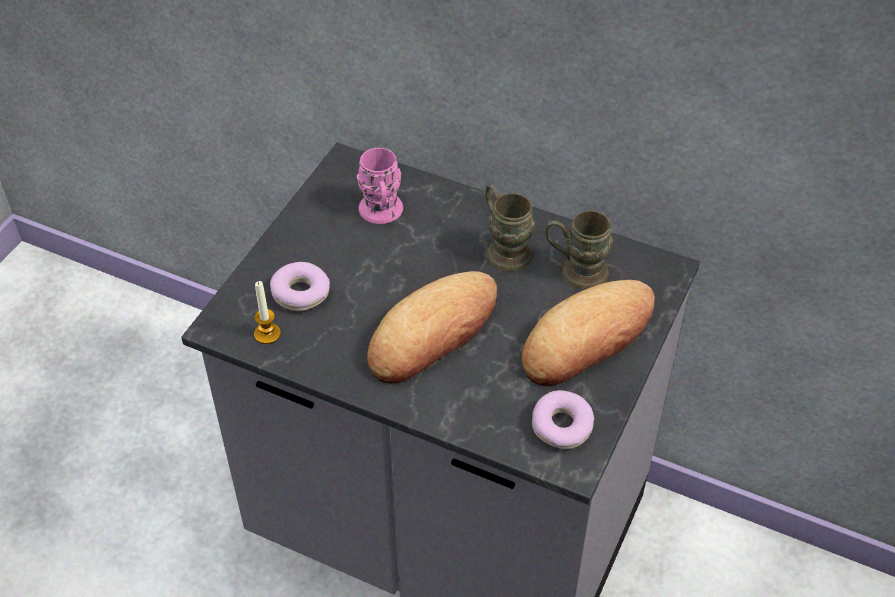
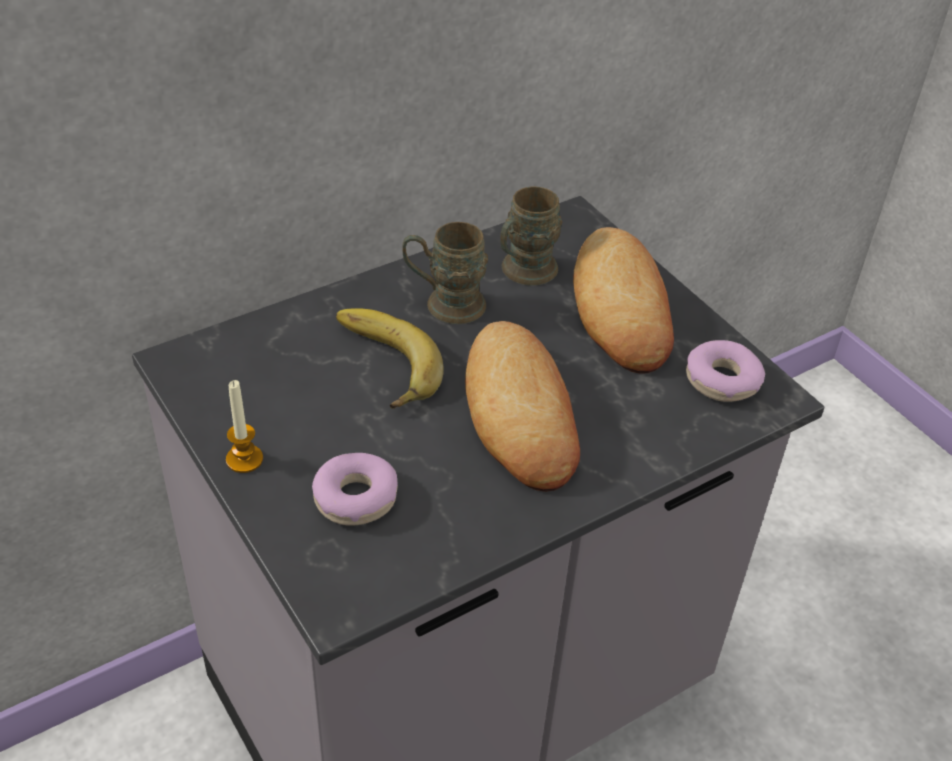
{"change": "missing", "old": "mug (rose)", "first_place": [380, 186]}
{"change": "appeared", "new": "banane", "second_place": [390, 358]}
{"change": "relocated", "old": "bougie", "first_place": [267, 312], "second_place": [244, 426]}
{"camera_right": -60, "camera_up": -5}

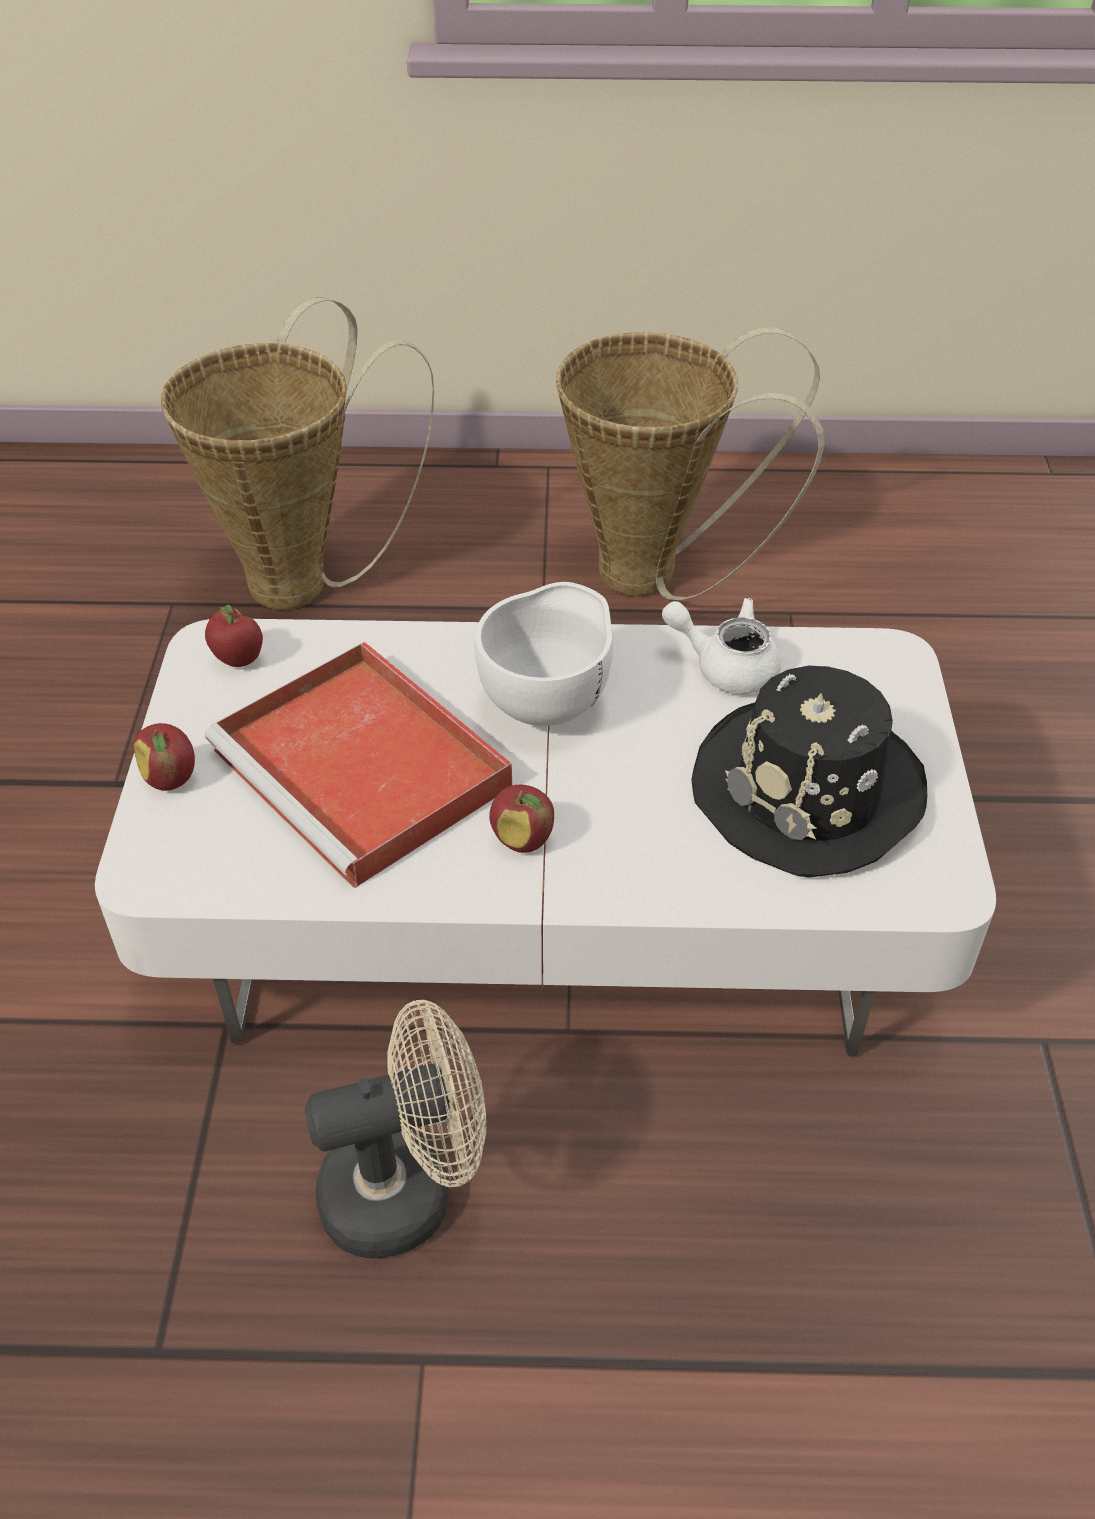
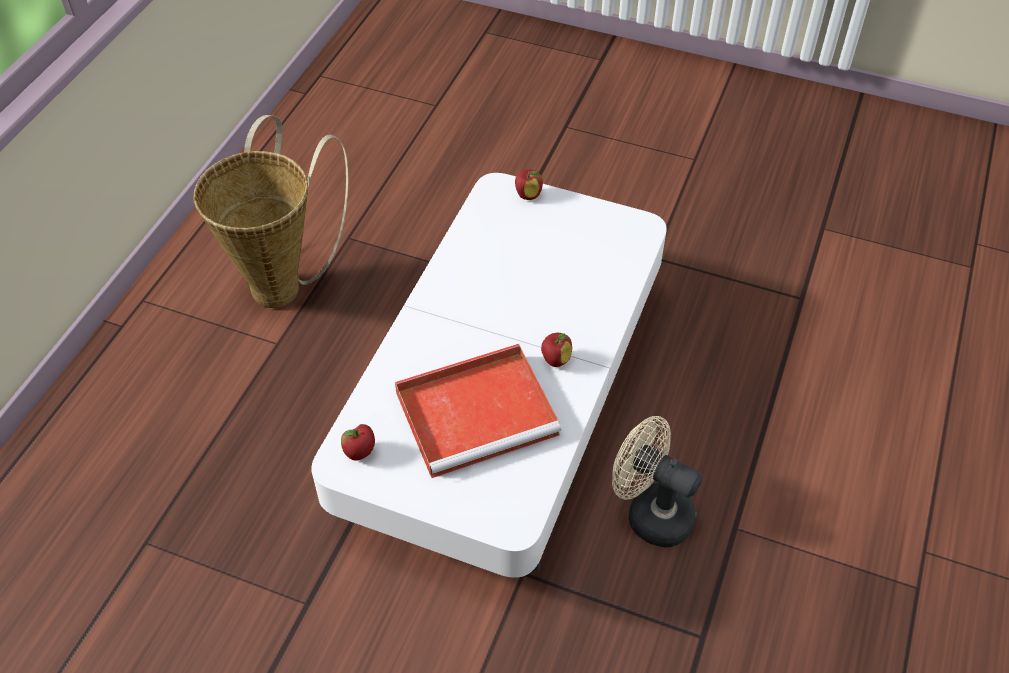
{"change": "missing", "old": "panier", "first_place": [297, 453]}
{"change": "missing", "old": "bol (blanc)", "first_place": [544, 654]}
{"change": "missing", "old": "théière (blanc)", "first_place": [721, 646]}
{"change": "missing", "old": "chapeau (noir)", "first_place": [809, 771]}
{"change": "relocated", "old": "pomme", "first_place": [164, 757], "second_place": [529, 184]}
{"change": "spun", "old": "ventilateur (beige)", "first_place": [396, 1129], "second_place": [657, 481], "degrees": -60}
{"camera_right": -70, "camera_up": 5}

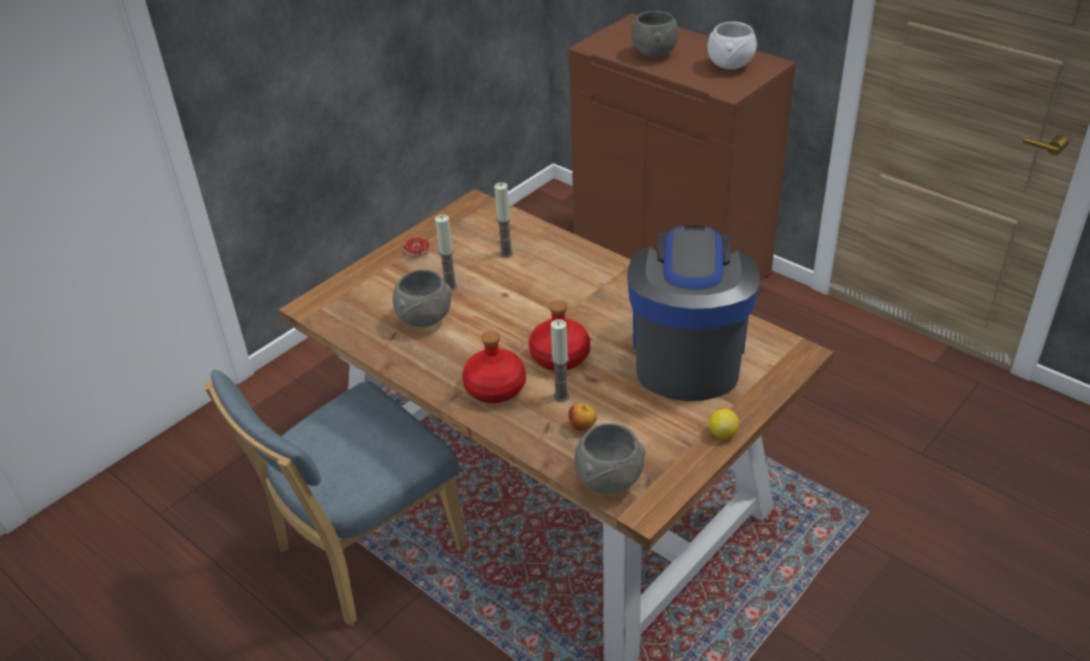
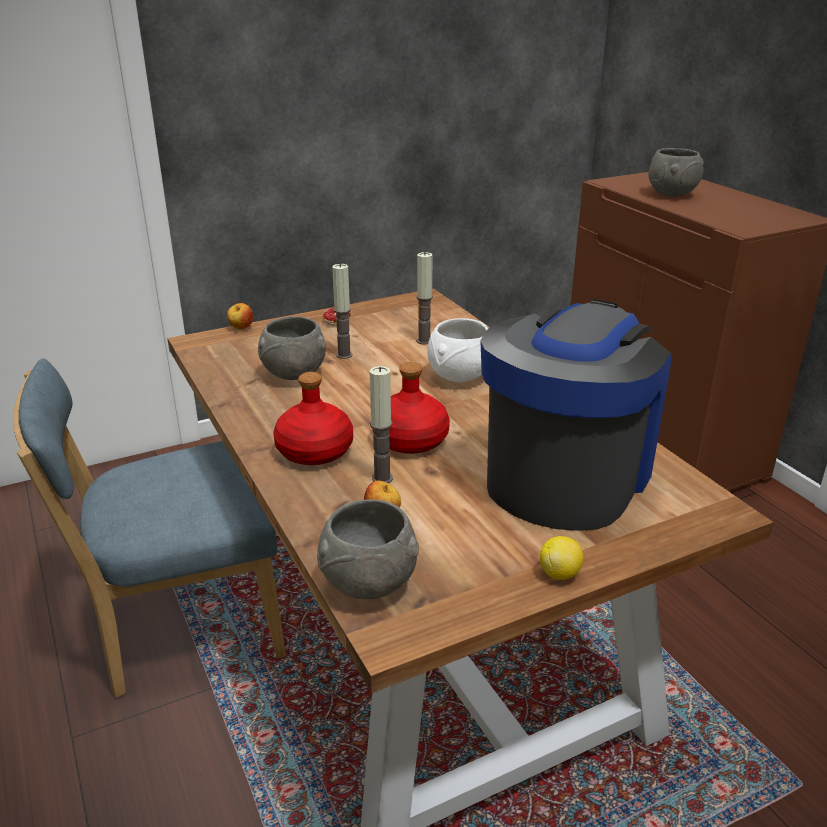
{"change": "appeared", "new": "pomme", "second_place": [240, 316]}
{"change": "relocated", "old": "bol (blanc)", "first_place": [732, 45], "second_place": [457, 350]}
{"camera_right": 20, "camera_up": -10}

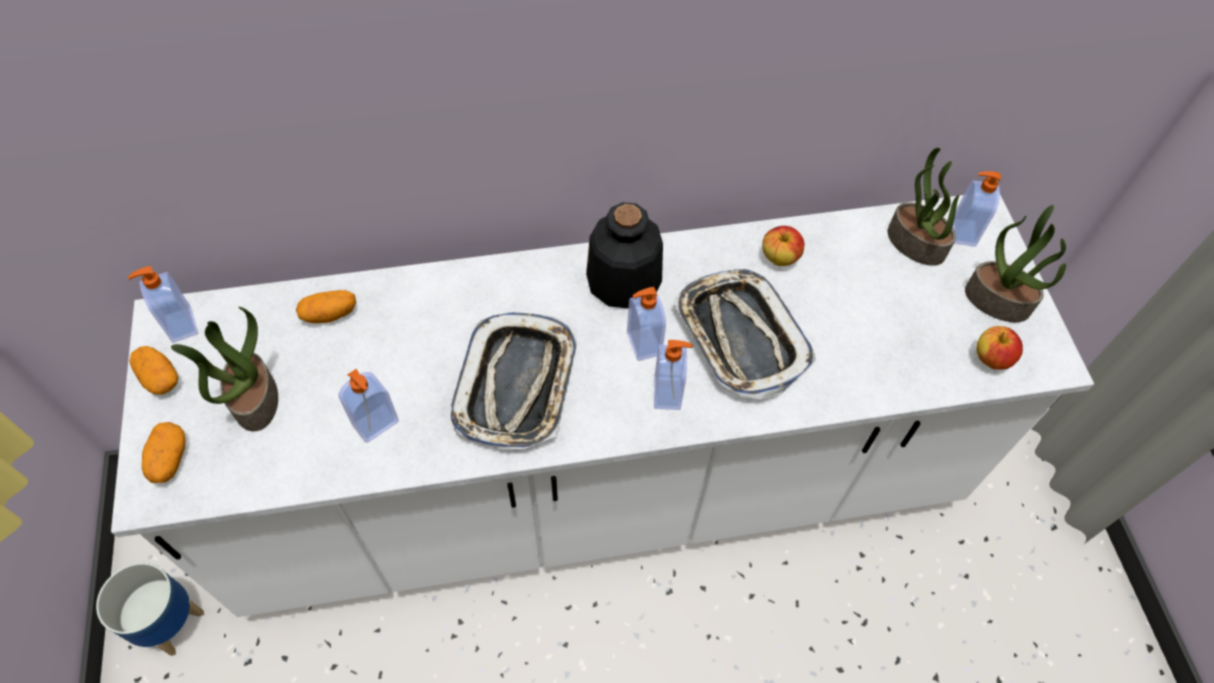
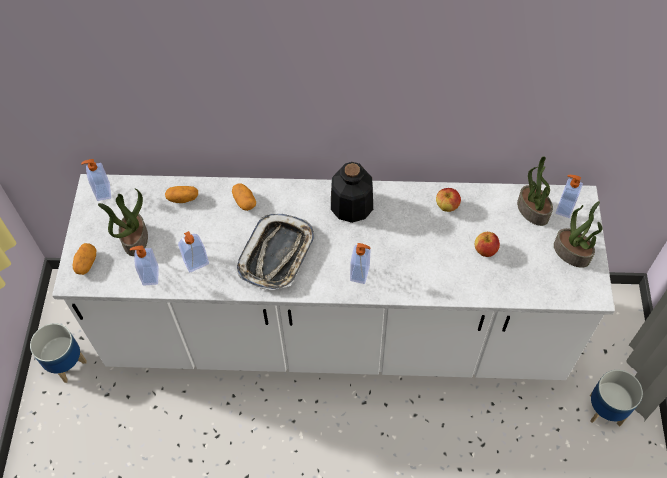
{"change": "missing", "old": "plateau", "first_place": [744, 334]}
{"change": "appeared", "new": "cache-pot", "second_place": [616, 398]}
{"change": "relocated", "old": "pomme de terre", "first_place": [154, 370], "second_place": [244, 197]}
{"change": "relocated", "old": "distributeur de savon", "first_place": [646, 324], "second_place": [144, 266]}
{"change": "relocated", "old": "pomme", "first_place": [999, 348], "second_place": [487, 244]}
{"camera_right": 15, "camera_up": 0}

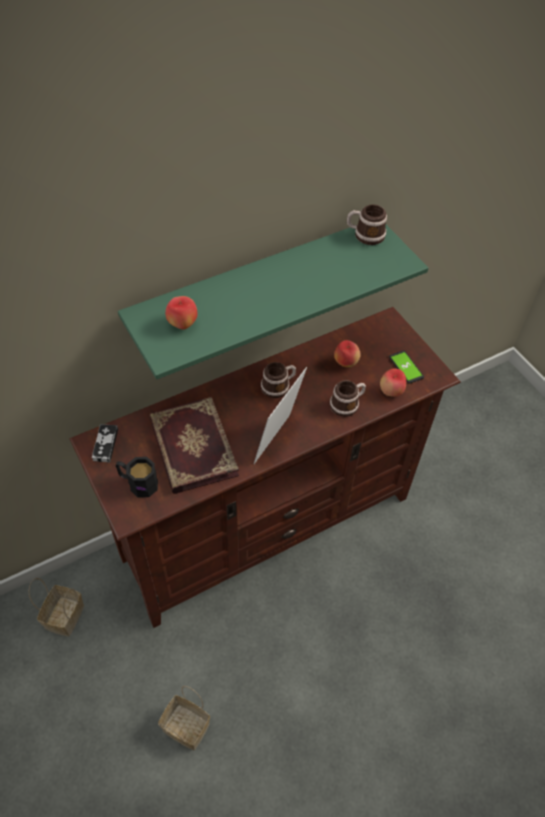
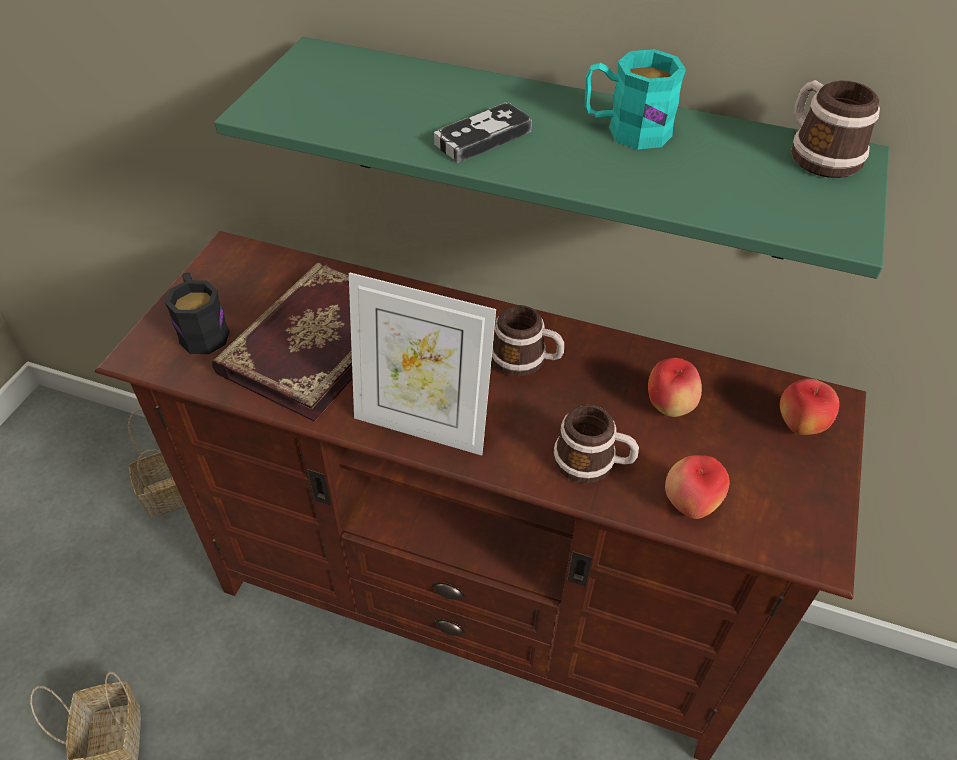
{"change": "missing", "old": "téléphone", "first_place": [406, 367]}
{"change": "appeared", "new": "mug (turquoise)", "second_place": [635, 99]}
{"change": "relocated", "old": "manette", "first_place": [105, 443], "second_place": [483, 132]}
{"change": "relocated", "old": "pomme", "first_place": [181, 313], "second_place": [809, 407]}
{"change": "spun", "old": "cadre photo", "first_place": [280, 415], "second_place": [422, 364], "degrees": -150}
{"camera_right": 50, "camera_up": -5}

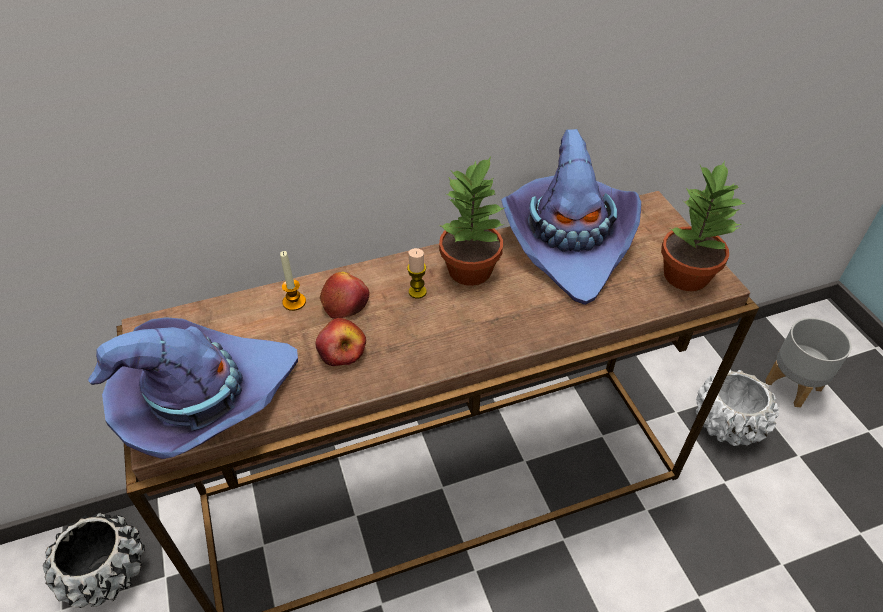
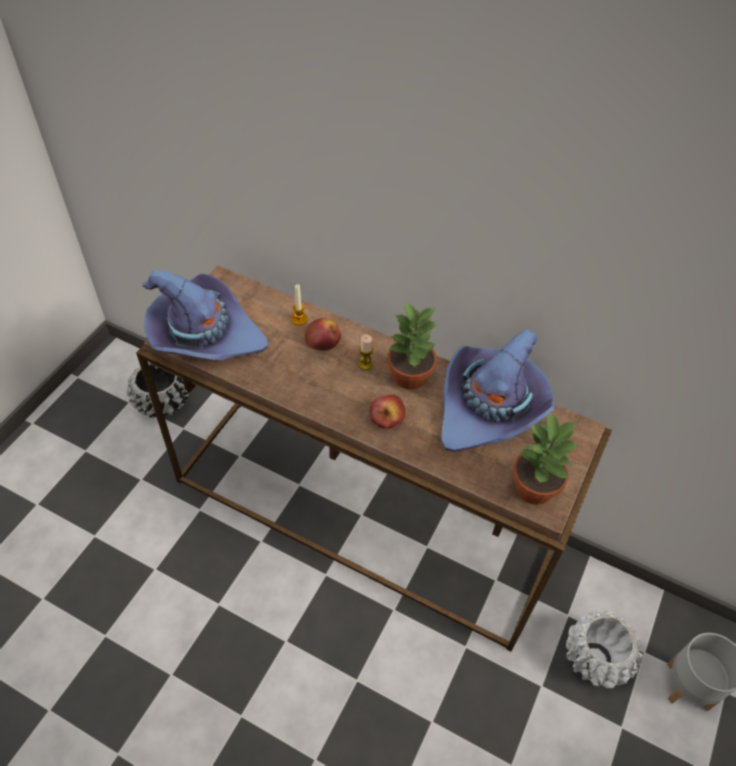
{"change": "relocated", "old": "pomme", "first_place": [340, 342], "second_place": [388, 411]}
{"camera_right": 45, "camera_up": 5}

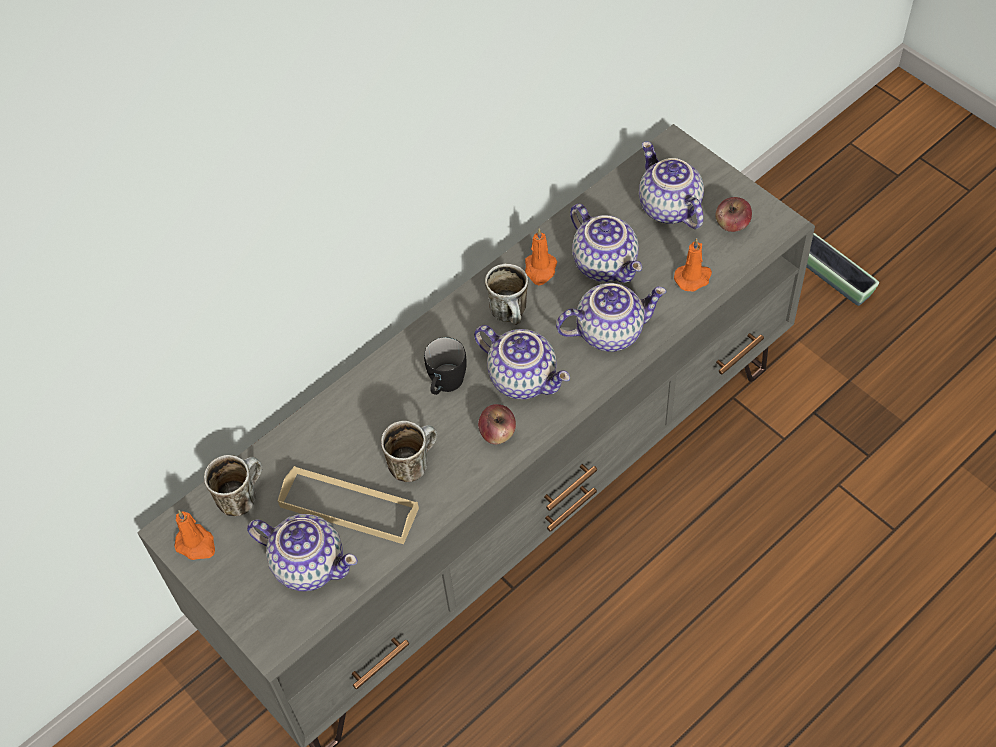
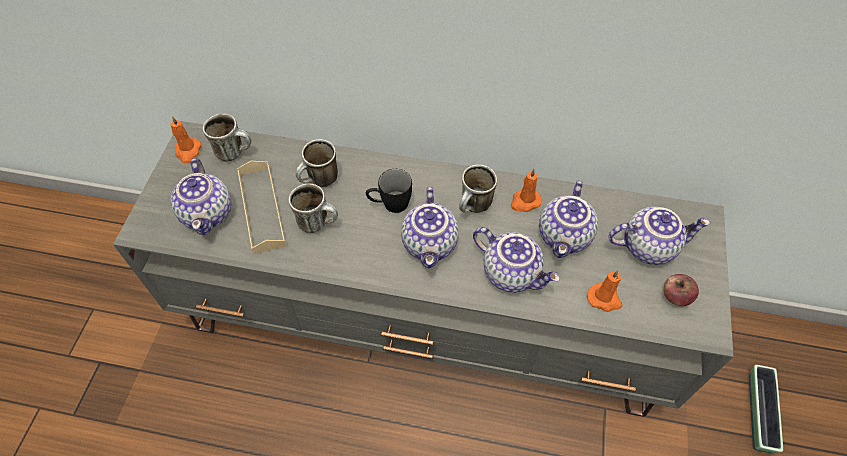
{"change": "missing", "old": "pomme", "first_place": [497, 424]}
{"change": "appeared", "new": "mug", "second_place": [317, 163]}
{"change": "spun", "old": "théière", "first_place": [671, 185], "second_place": [659, 236], "degrees": 60}
{"camera_right": 50, "camera_up": 0}

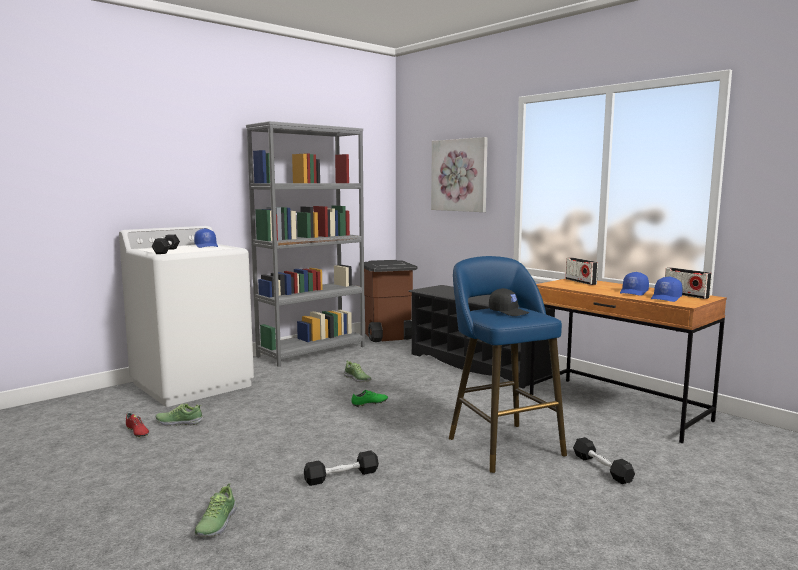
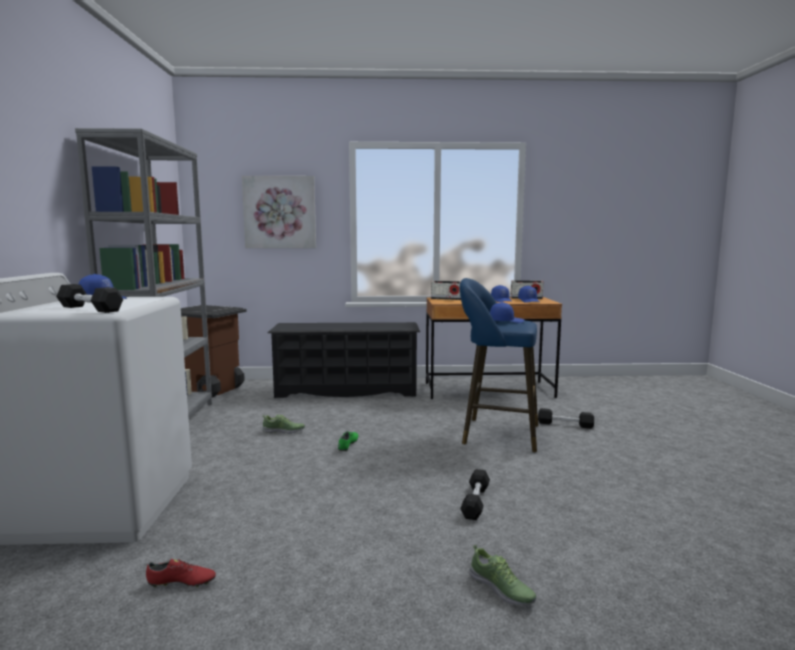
{"change": "missing", "old": "chaussure", "first_place": [179, 414]}
{"change": "colour", "old": "casquette (noir)", "new": "casquette (bleu)", "first_place": [509, 302], "second_place": [507, 312]}
{"camera_right": -50, "camera_up": 0}

